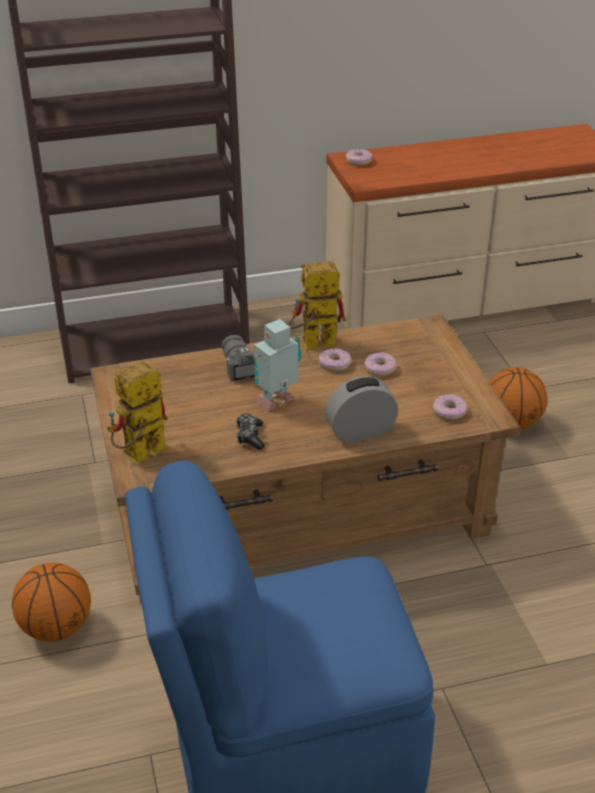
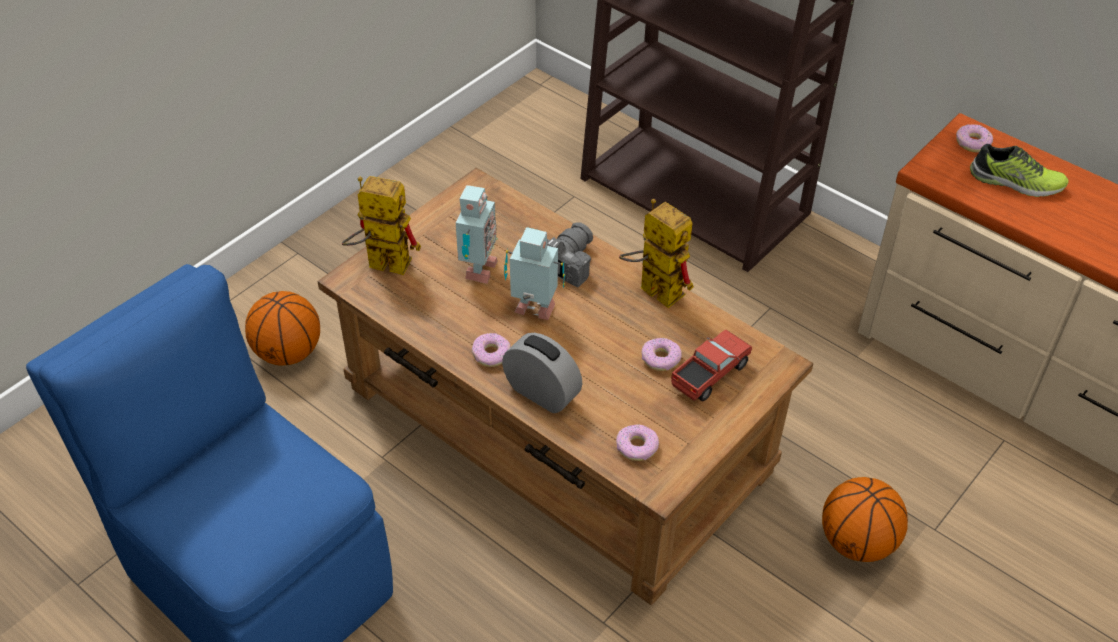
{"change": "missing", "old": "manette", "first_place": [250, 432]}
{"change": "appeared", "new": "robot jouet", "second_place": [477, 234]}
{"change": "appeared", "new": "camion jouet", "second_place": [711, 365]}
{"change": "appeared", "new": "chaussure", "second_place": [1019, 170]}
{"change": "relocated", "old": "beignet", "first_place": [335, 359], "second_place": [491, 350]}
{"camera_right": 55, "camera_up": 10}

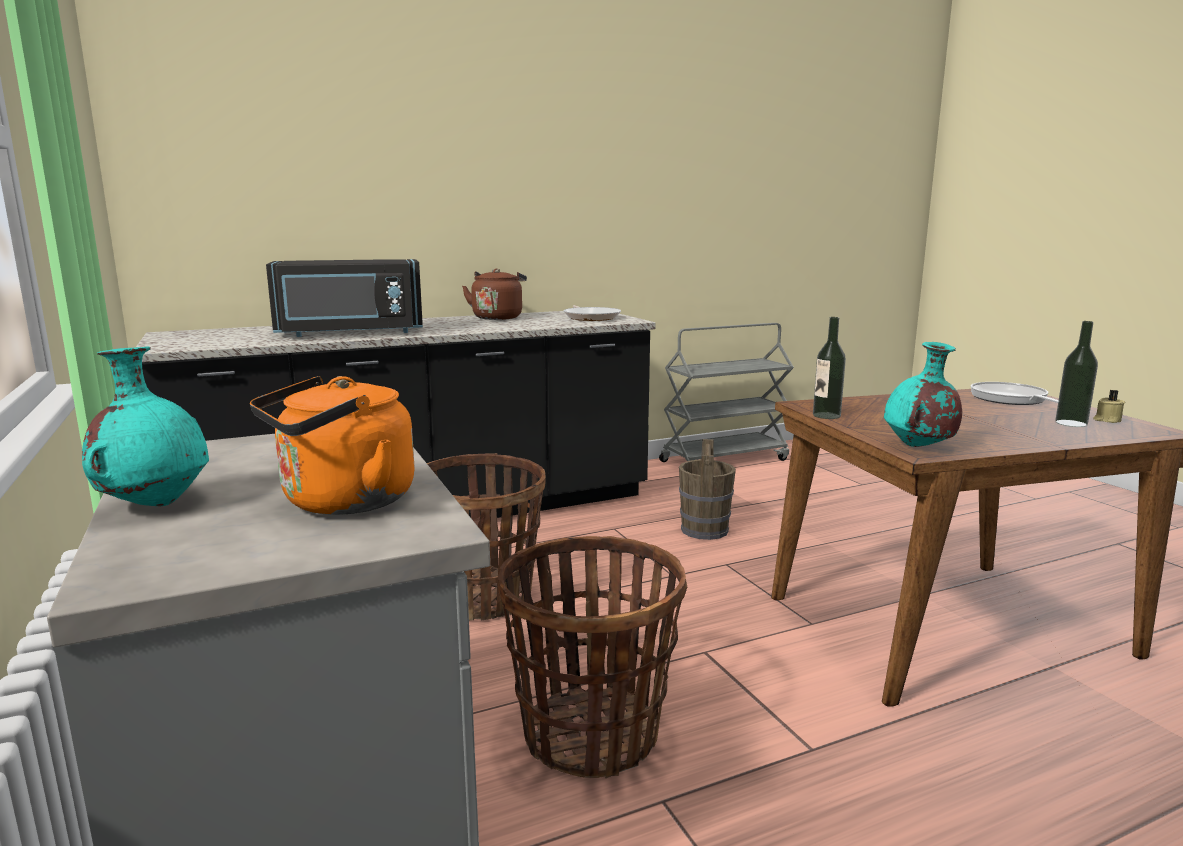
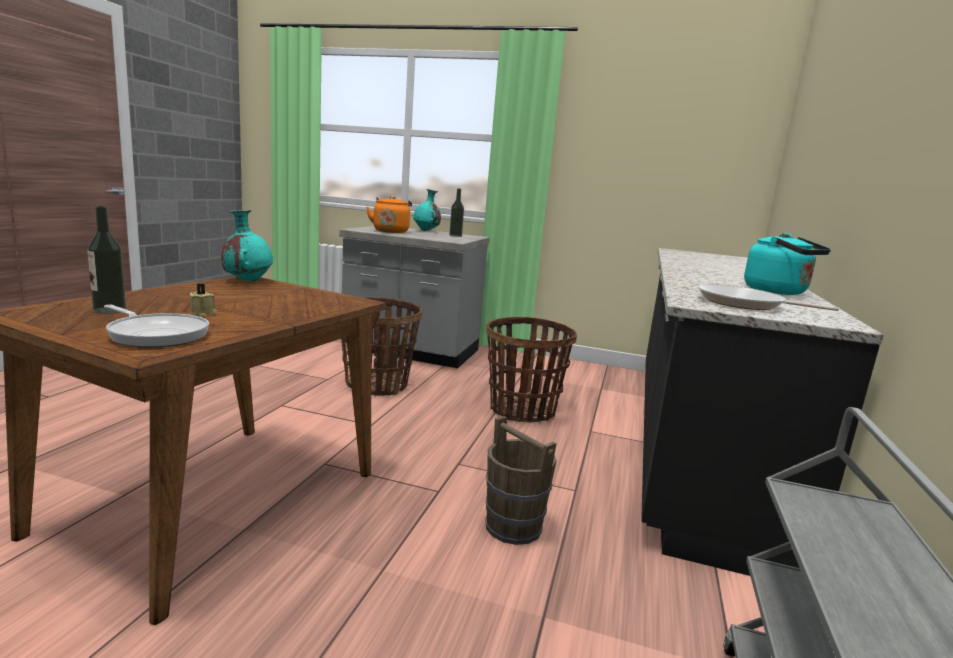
{"change": "missing", "old": "micro-ondes (noir)", "first_place": [344, 298]}
{"change": "relocated", "old": "bouteille", "first_place": [829, 368], "second_place": [456, 212]}
{"change": "relocated", "old": "bougie (beige)", "first_place": [1109, 406], "second_place": [203, 300]}
{"change": "colour", "old": "bouilloire (marron)", "new": "bouilloire (turquoise)", "first_place": [494, 294], "second_place": [787, 264]}
{"camera_right": 130, "camera_up": 0}

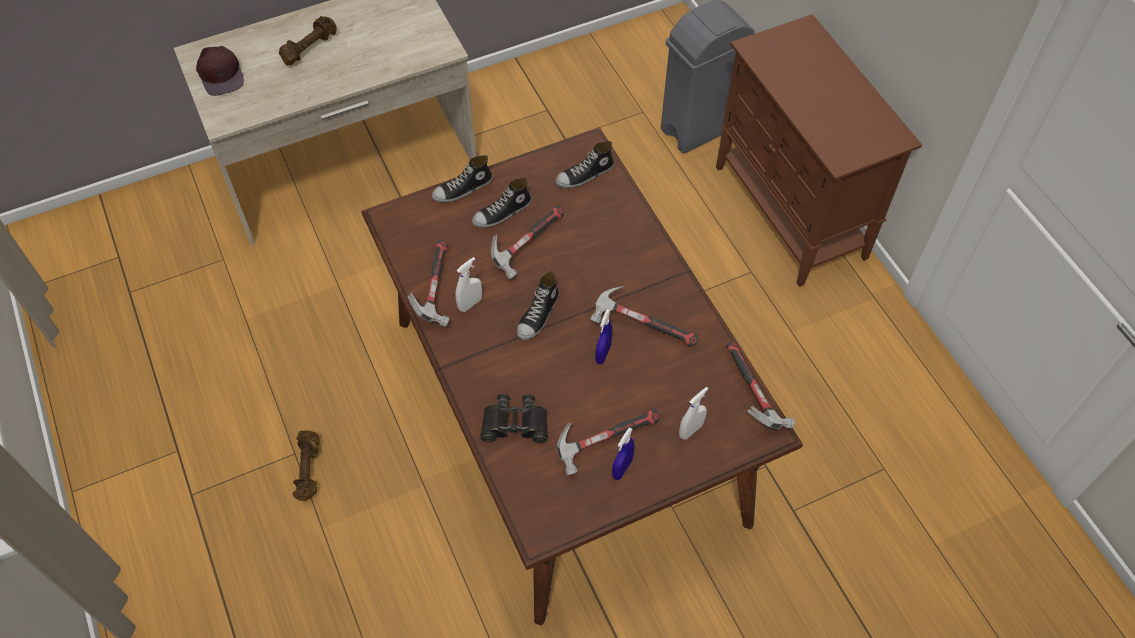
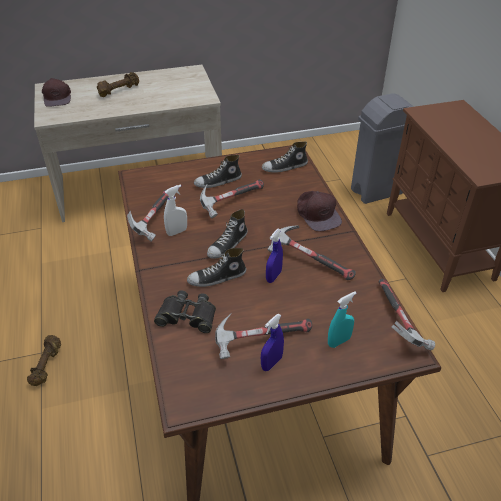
{"change": "appeared", "new": "casquette (marron)", "second_place": [319, 211]}
{"change": "relocated", "old": "chaussure", "first_place": [462, 178], "second_place": [216, 267]}
{"change": "colour", "old": "vaporisateur (blanc)", "new": "vaporisateur (turquoise)", "first_place": [693, 413], "second_place": [342, 319]}
{"camera_right": 10, "camera_up": -15}

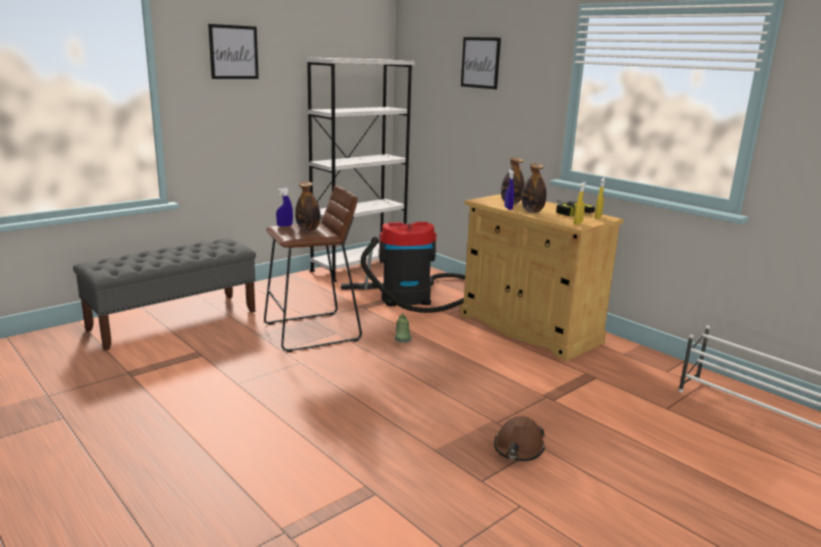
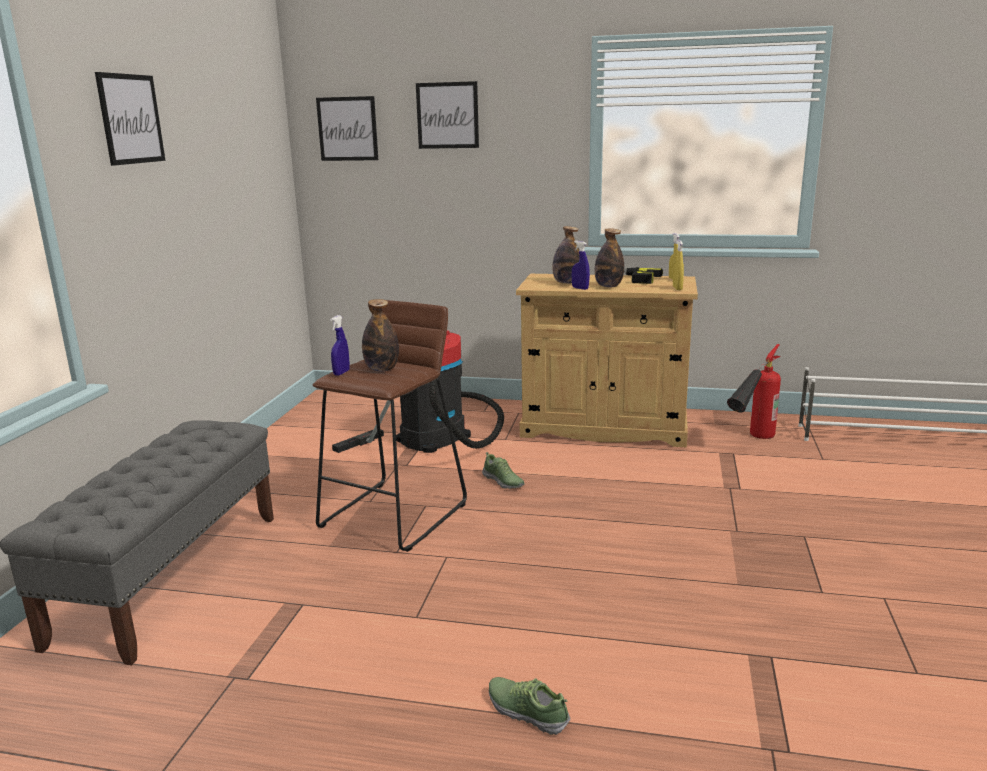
{"change": "missing", "old": "bibliothèque (blanc)", "first_place": [359, 169]}
{"change": "missing", "old": "casque de chantier (marron)", "first_place": [519, 438]}
{"change": "appeared", "new": "tableau", "second_place": [347, 128]}
{"change": "appeared", "new": "chaussure", "second_place": [529, 706]}
{"change": "appeared", "new": "extincteur", "second_place": [754, 391]}
{"camera_right": -35, "camera_up": 0}

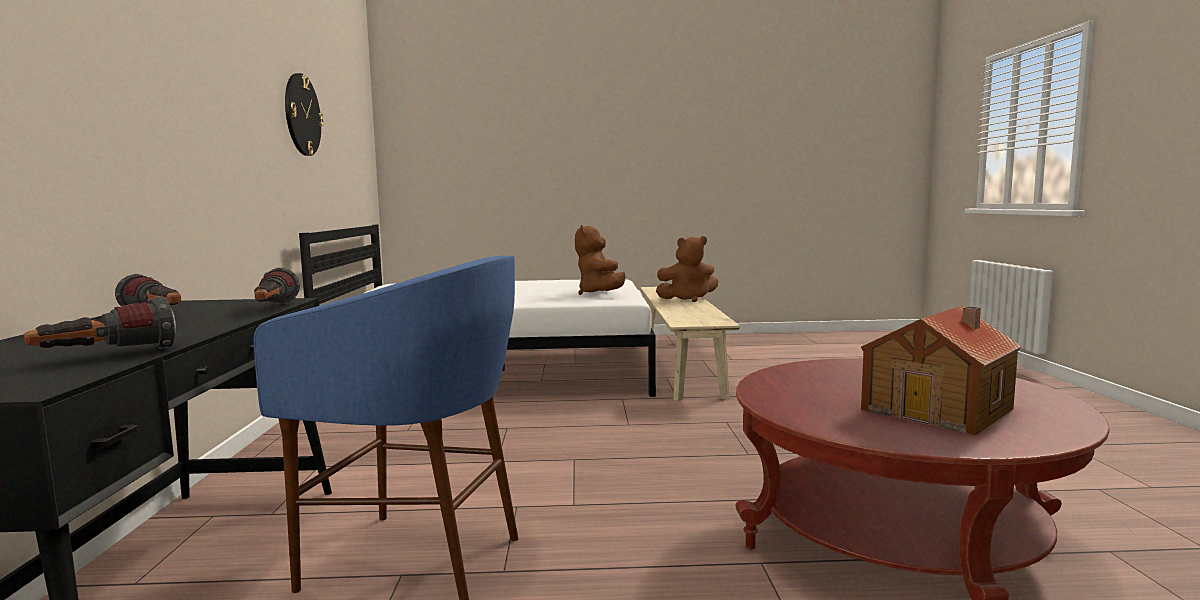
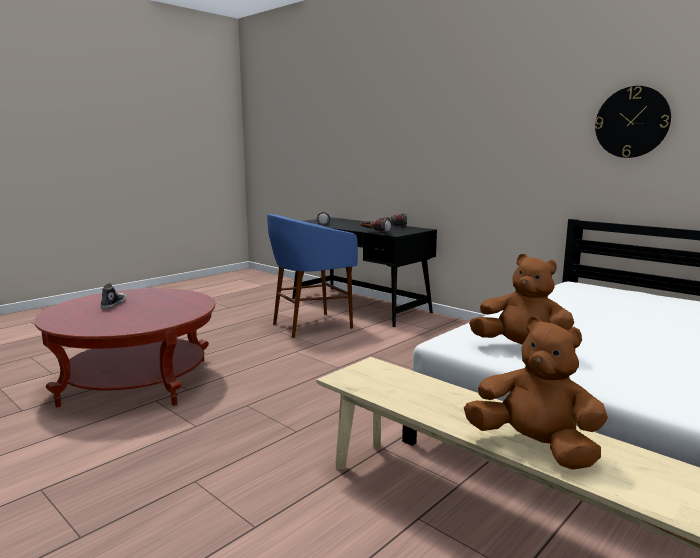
{"change": "exchanged", "old": "maison miniature", "new": "chaussure", "first_place": [941, 370], "second_place": [113, 296]}
{"change": "spun", "old": "peluche (marron)", "first_place": [687, 269], "second_place": [536, 393], "degrees": 90}
{"camera_right": 135, "camera_up": 5}

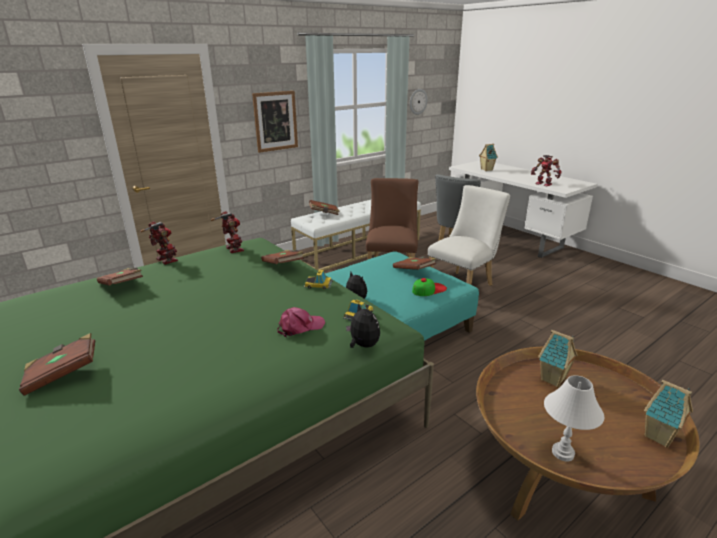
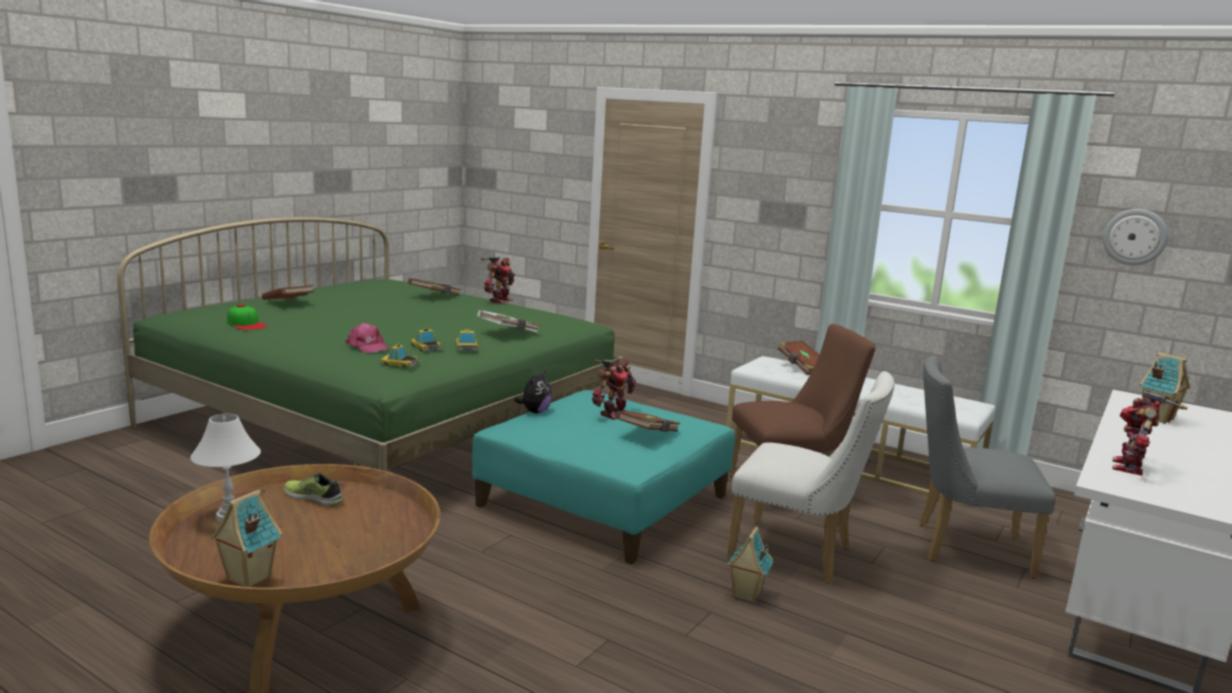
{"change": "missing", "old": "tableau", "first_place": [275, 122]}
{"change": "missing", "old": "peluche", "first_place": [363, 325]}
{"change": "appeared", "new": "chaussure", "second_place": [314, 489]}
{"change": "appeared", "new": "petite voiture", "second_place": [427, 339]}
{"change": "relocated", "old": "robot jouet", "first_place": [227, 232], "second_place": [614, 390]}
{"change": "relocated", "old": "casquette", "first_place": [429, 287], "second_place": [247, 317]}
{"change": "relocated", "old": "maison miniature", "first_place": [558, 358], "second_place": [749, 564]}
{"change": "colour", "old": "livre (marron)", "new": "livre (blanc)", "first_place": [282, 257], "second_place": [508, 321]}
{"camera_right": 70, "camera_up": -10}

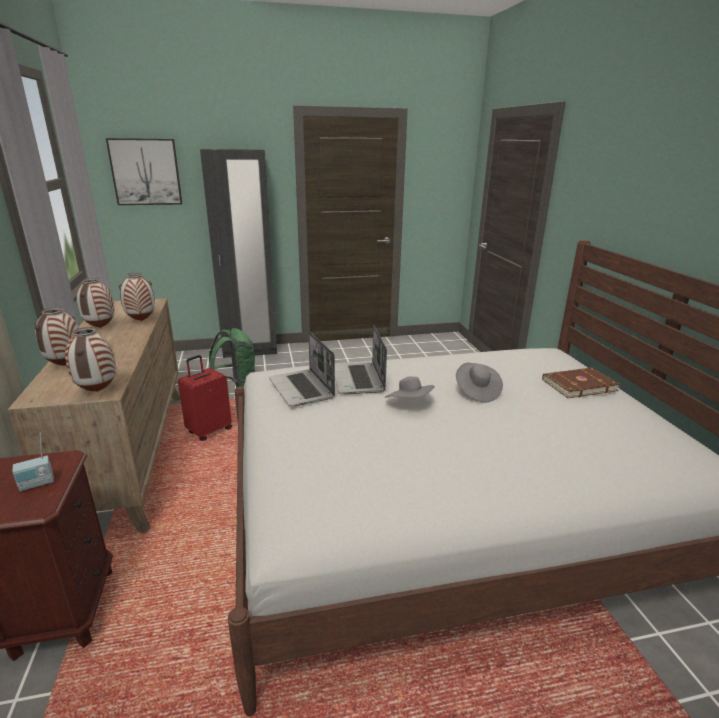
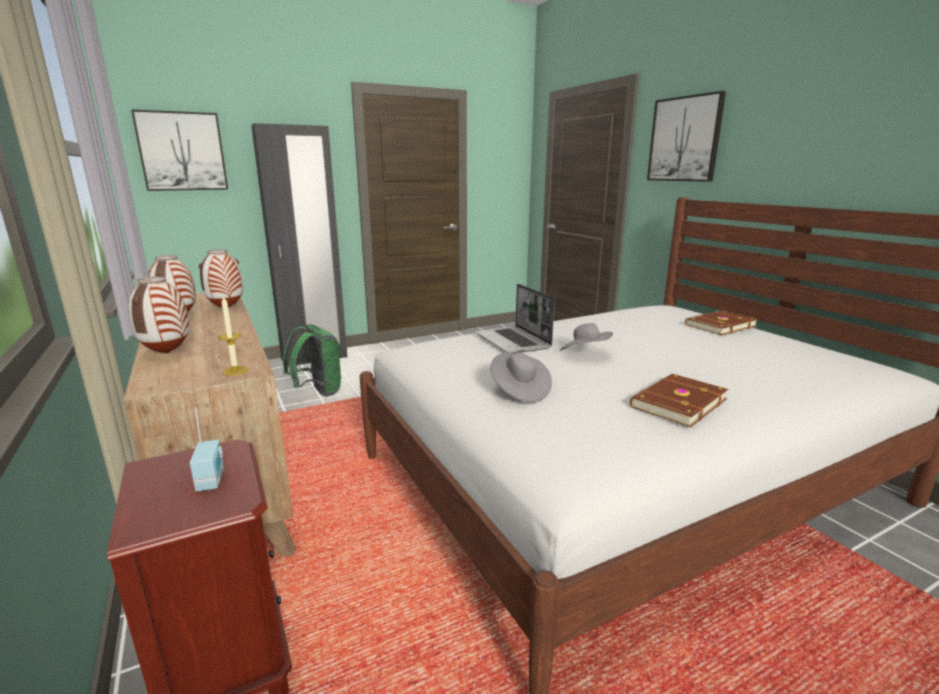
{"change": "missing", "old": "valise (rouge)", "first_place": [205, 398]}
{"change": "missing", "old": "ordinateur portable", "first_place": [302, 368]}
{"change": "appeared", "new": "livre (marron)", "second_place": [679, 400]}
{"change": "appeared", "new": "tableau", "second_place": [686, 136]}
{"change": "relocated", "old": "chapeau (gris)", "first_place": [479, 383], "second_place": [521, 378]}
{"change": "exchanged", "old": "vase", "new": "bougie", "first_place": [90, 359], "second_place": [233, 336]}
{"change": "spun", "old": "radio", "first_place": [33, 462], "second_place": [207, 449], "degrees": -60}
{"camera_right": -15, "camera_up": -5}

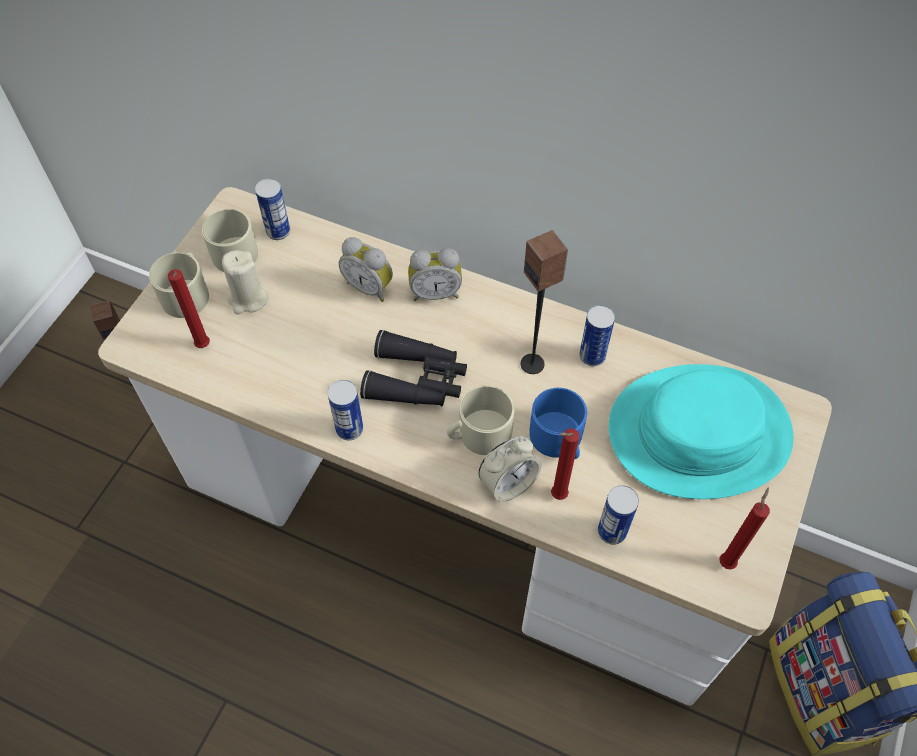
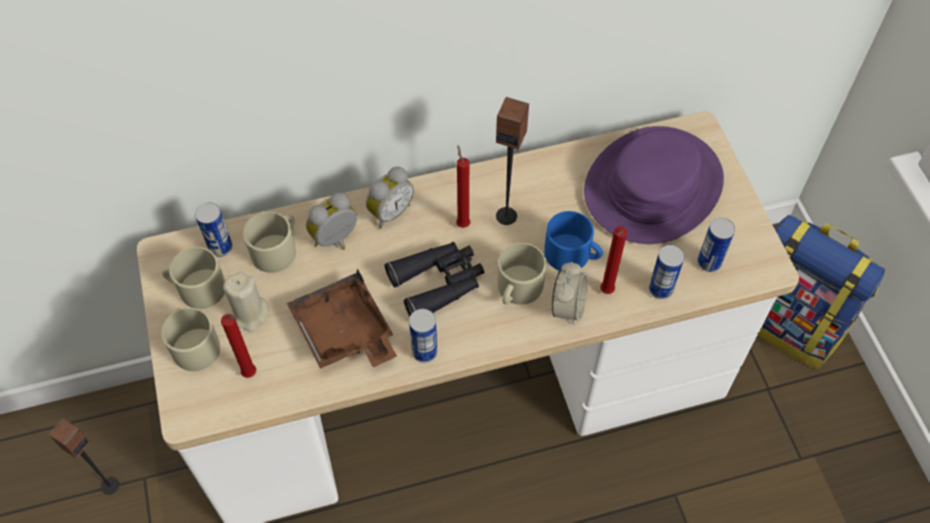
{"change": "appeared", "new": "mug (beige)", "second_place": [269, 242]}
{"change": "appeared", "new": "plateau (marron)", "second_place": [342, 319]}
{"change": "relocated", "old": "boîte métallique", "first_place": [597, 335], "second_place": [716, 245]}
{"change": "relocated", "old": "bougie (rouge)", "first_place": [745, 528], "second_place": [463, 186]}
{"change": "colour", "old": "chapeau (turquoise)", "new": "chapeau (violet)", "first_place": [701, 431], "second_place": [654, 185]}
{"change": "spun", "old": "réveil", "first_place": [366, 269], "second_place": [331, 221], "degrees": 150}
{"camera_right": -40, "camera_up": 0}

